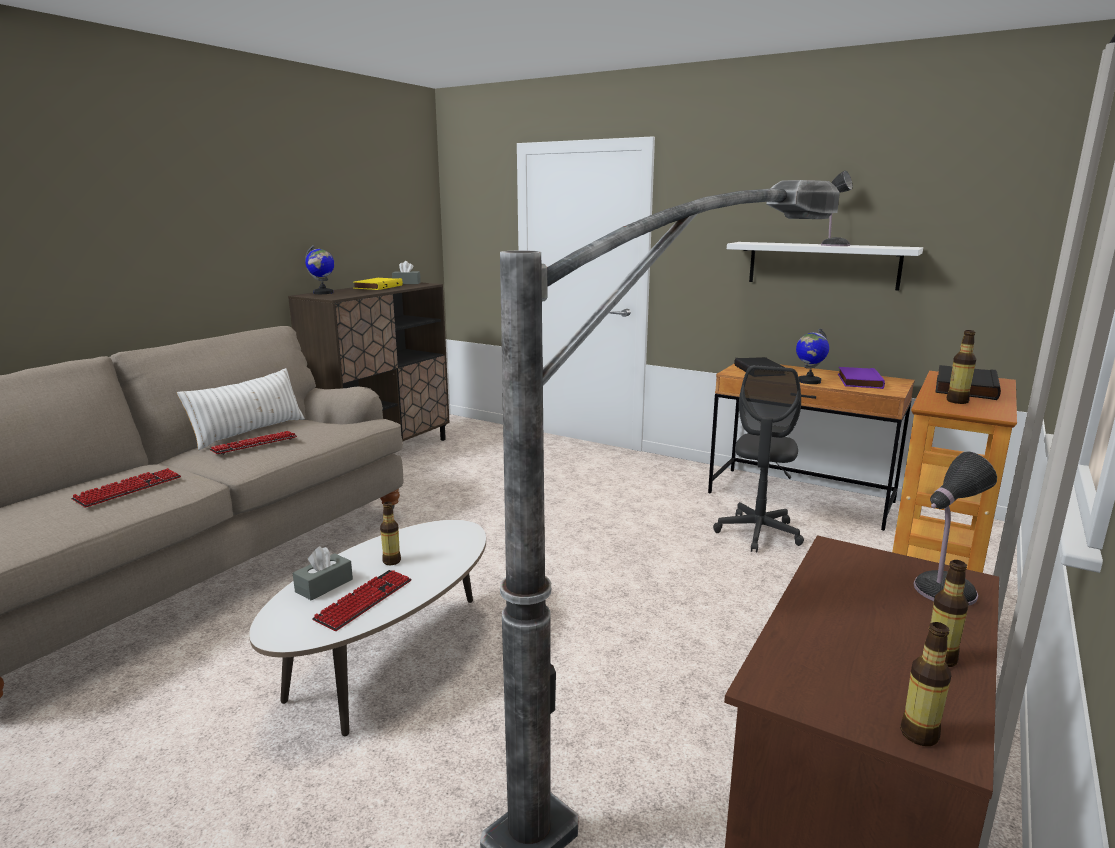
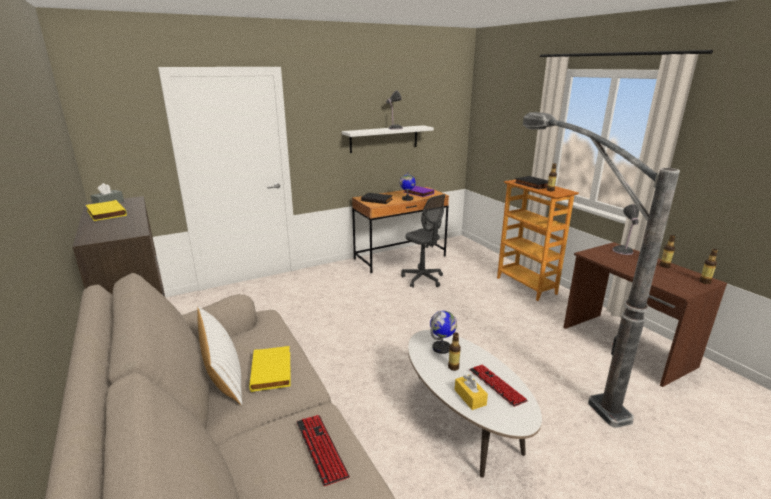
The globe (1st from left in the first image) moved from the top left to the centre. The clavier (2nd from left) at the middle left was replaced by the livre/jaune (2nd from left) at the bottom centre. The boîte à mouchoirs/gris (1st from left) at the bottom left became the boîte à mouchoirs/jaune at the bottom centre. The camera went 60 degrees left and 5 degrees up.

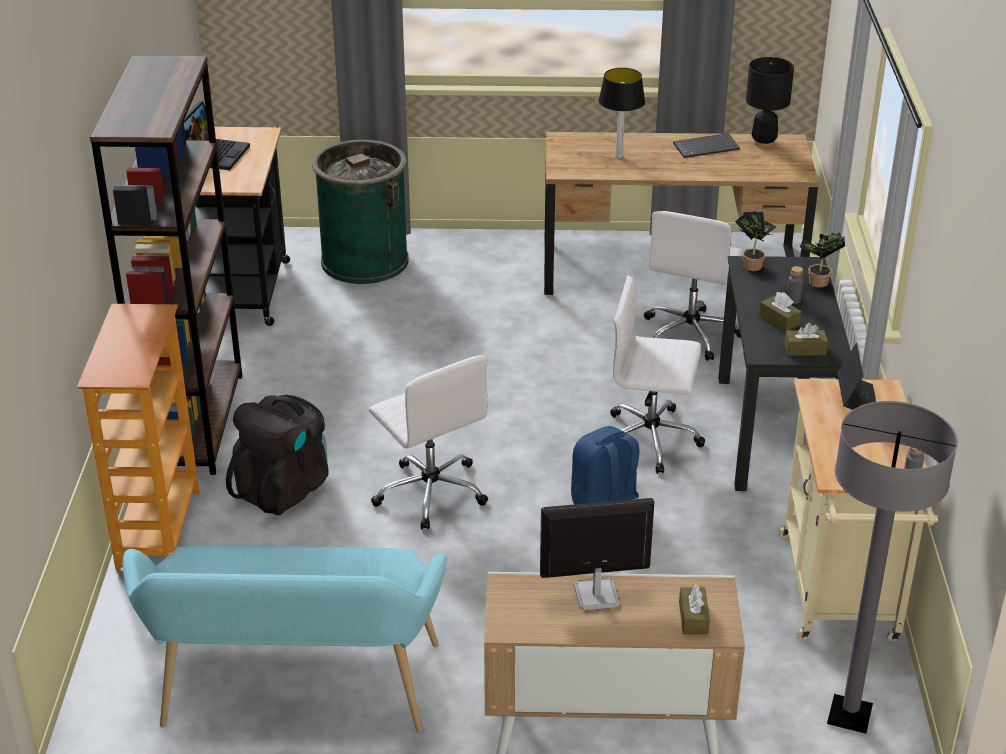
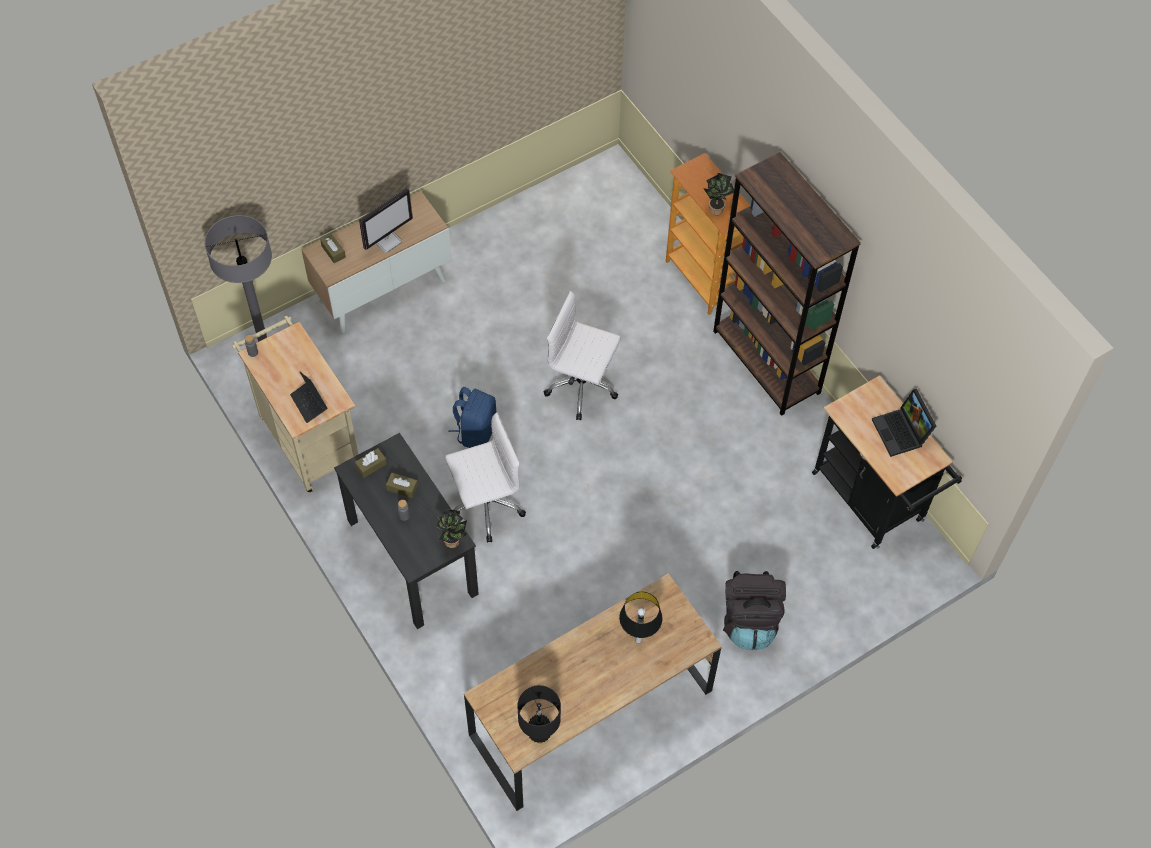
The banc/turquoise at the bottom left disappeared. The poubelle/vert at the top centre disappeared. The chaise de bureau/blanc (3rd from left) at the middle right disappeared. The clavier at the top right disappeared. The sac à dos/noir moved from the middle left to the bottom centre. The plante en pot (2nd from left) moved from the middle right to the top centre. The camera went 145 degrees right and 25 degrees up.

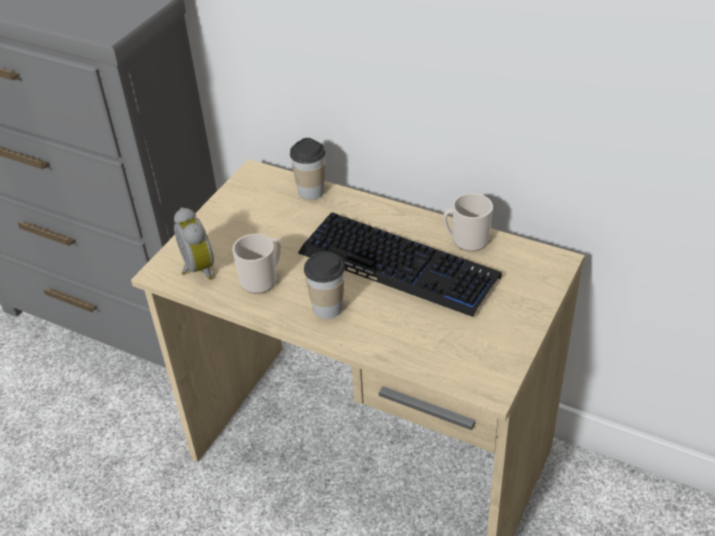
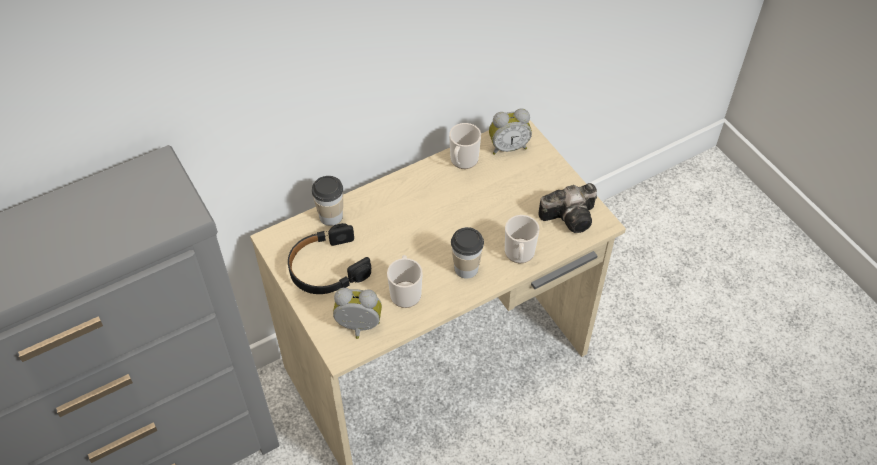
The clavier at the centre disappeared. The casque audio/noir at the centre appeared. The réveil (2nd from left) at the top centre appeared. The mug (3rd from left) at the centre appeared. The appareil photo at the centre appeared. The camera went 60 degrees left and 10 degrees up.

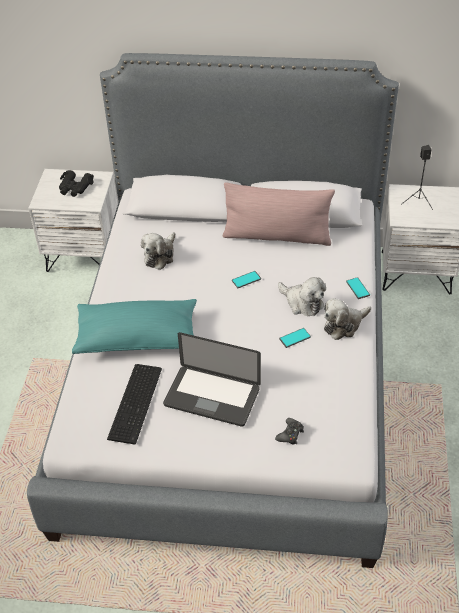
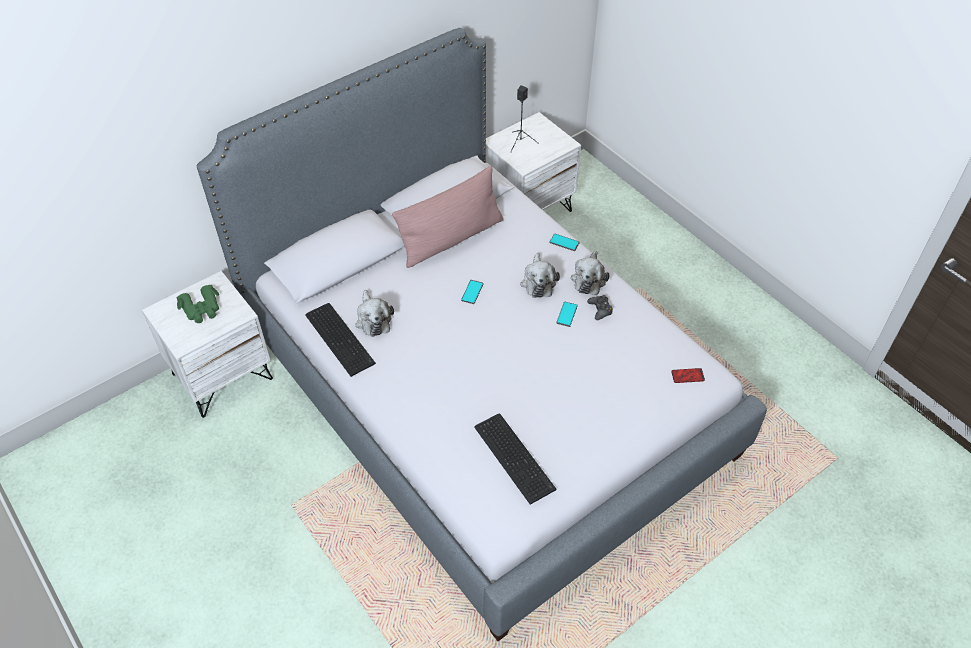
The coussin/turquoise at the middle left disappeared. The ordinateur portable at the centre disappeared. The clavier (1st from left) at the centre appeared. The téléphone (4th from left) at the middle right appeared. The manette/noir moved from the bottom centre to the centre. The jumelles/noir at the top left became the jumelles/vert at the middle left. The peluche (2nd from left) at the centre turned 90 degrees clockwise. The camera went 45 degrees left and 5 degrees up.

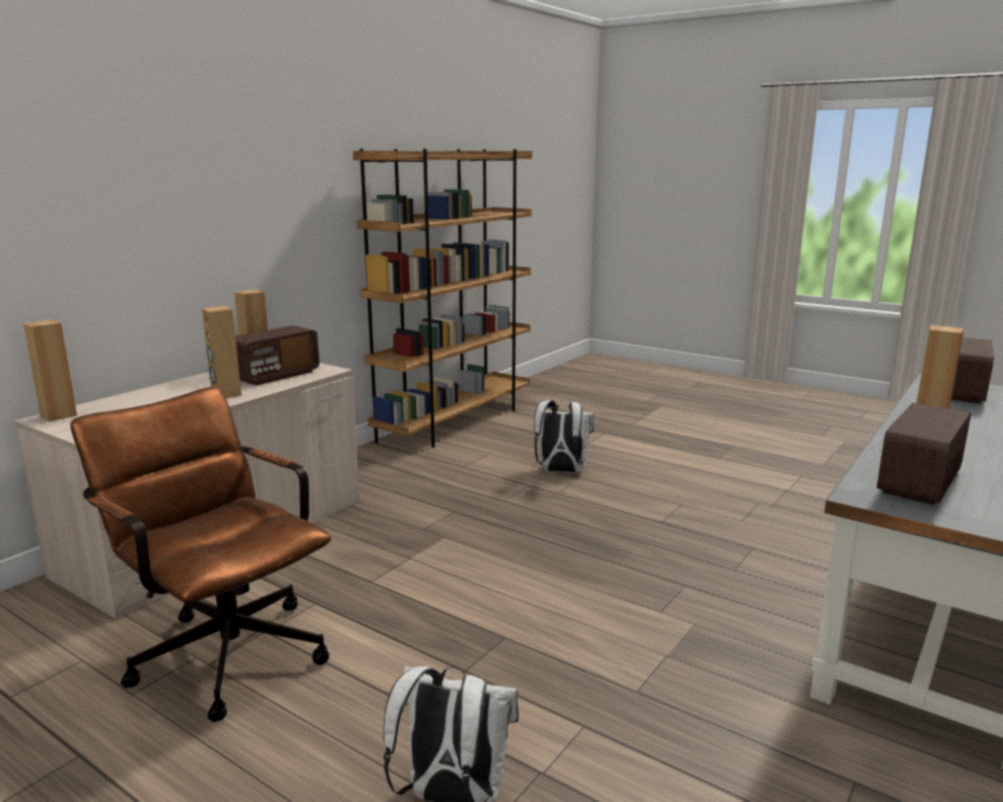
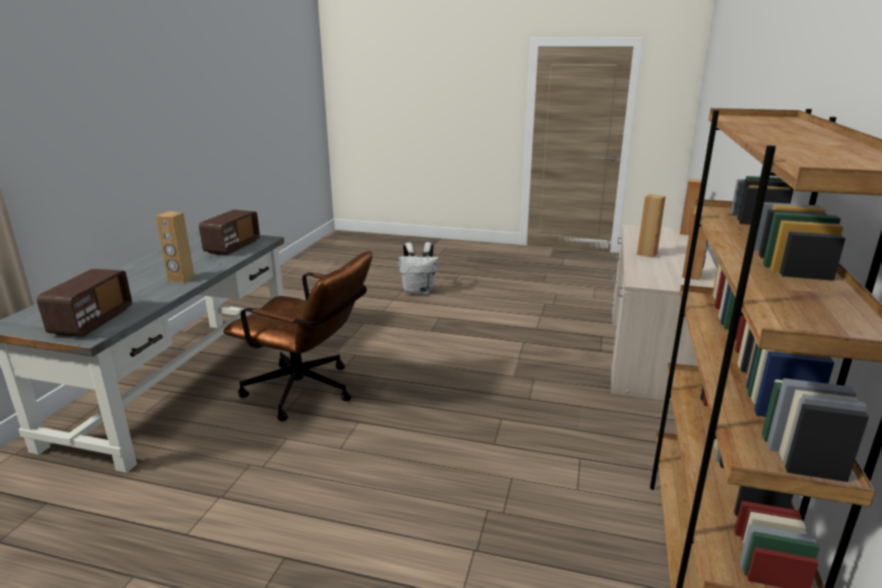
The radio (1st from left) at the middle left disappeared. The sac à dos/blanc (2nd from left) at the centre disappeared. The chaise de bureau/marron moved from the bottom left to the centre. The camera went 160 degrees right and 5 degrees up.

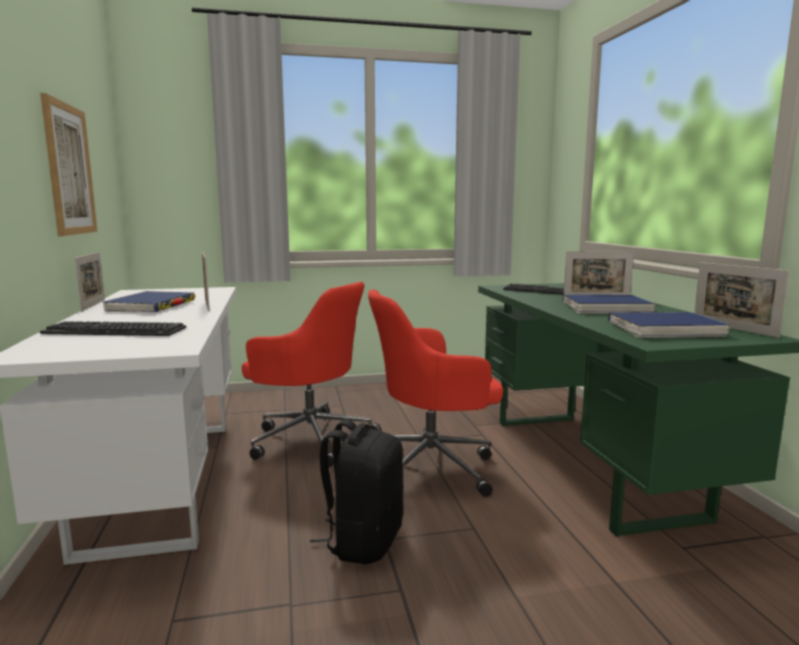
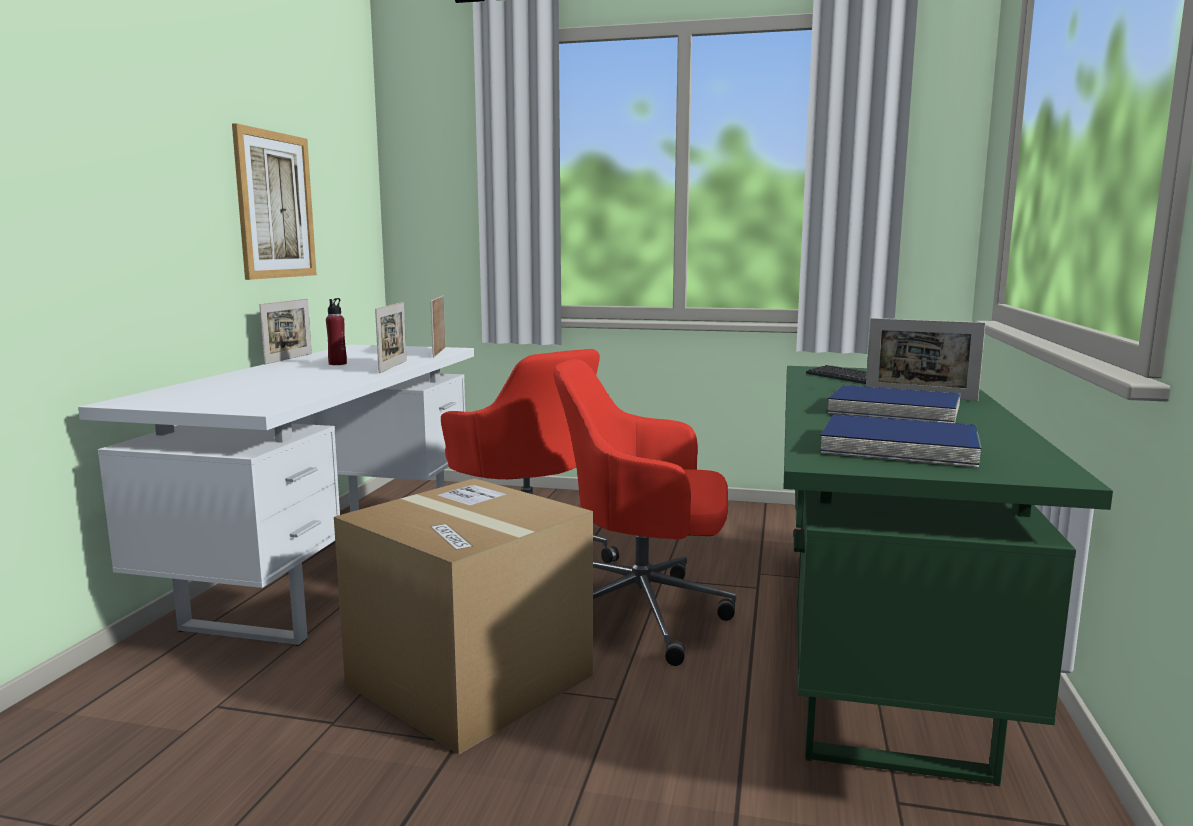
The clavier (1st from left) at the middle left disappeared. The cadre photo (4th from left in the first image) moved from the middle right to the centre. The livre/bleu (1st from left) at the middle left was replaced by the bouteille/rouge at the middle left. The sac à dos/noir at the bottom centre was replaced by the carton at the bottom centre. The camera went 25 degrees right and 0 degrees up.

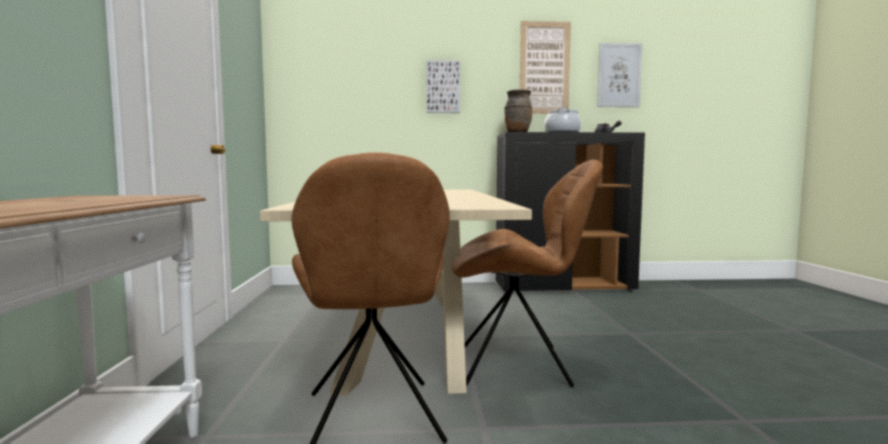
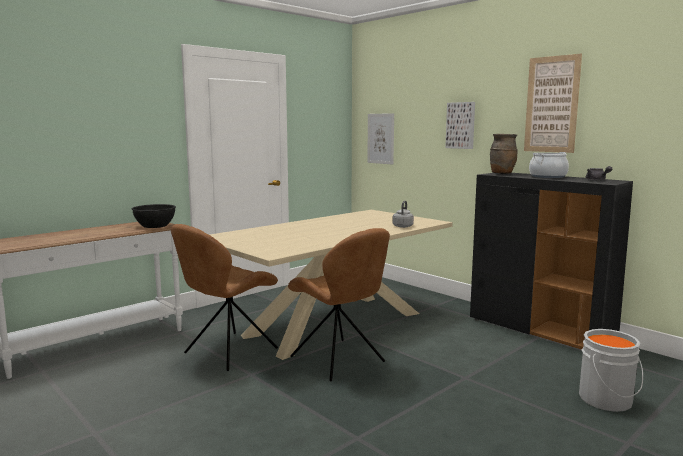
The bol/noir at the middle left appeared. The bouilloire/gris at the centre appeared. The seau/gris at the bottom right appeared. The tableau (3rd from left in the first image) moved from the top right to the top centre. The camera went 50 degrees right and 5 degrees up.

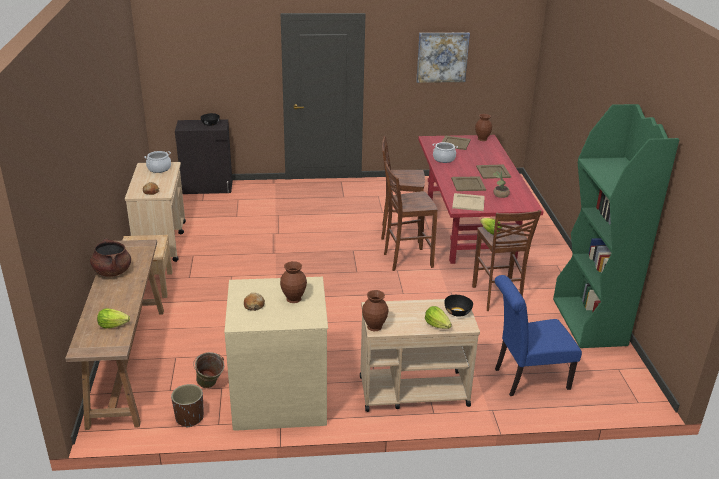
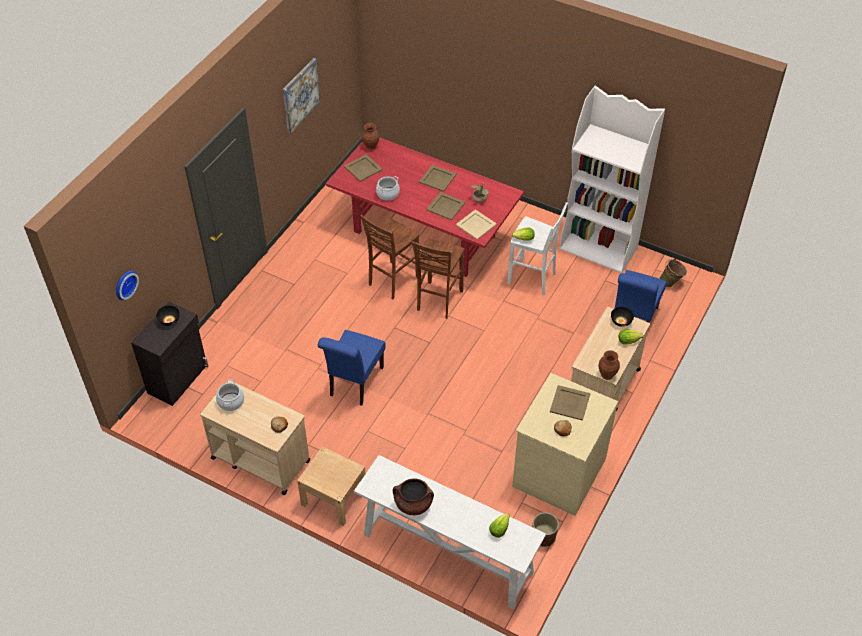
The horloge murale at the middle left appeared. The chaise/bleu (1st from left) at the centre appeared. The seau/vert moved from the bottom left to the middle right. The vase/marron (1st from left) at the centre was replaced by the plateau/beige (5th from left) at the centre. The table console/marron at the bottom left became the table console/blanc at the bottom centre. The tabouret/marron (3rd from left) at the middle right became the tabouret/blanc at the centre. The bibliothèque/vert at the middle right became the bibliothèque/blanc at the top right. The camera went 55 degrees left and 20 degrees up.

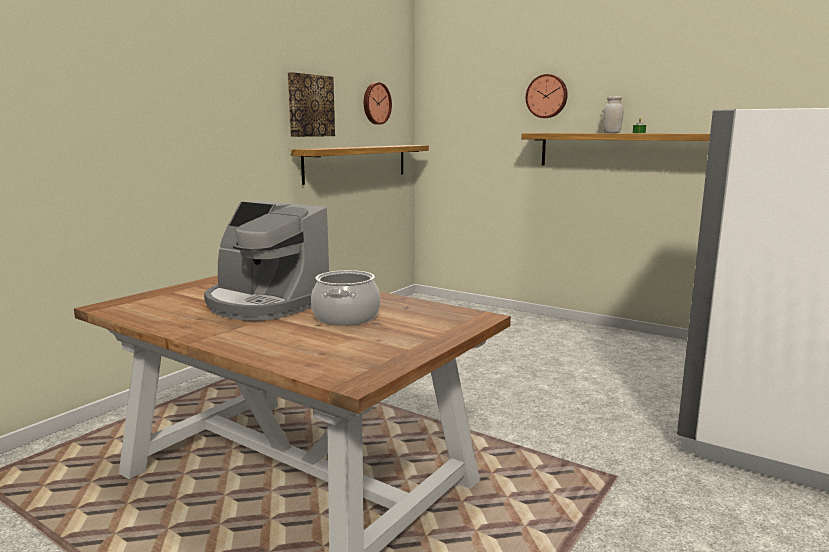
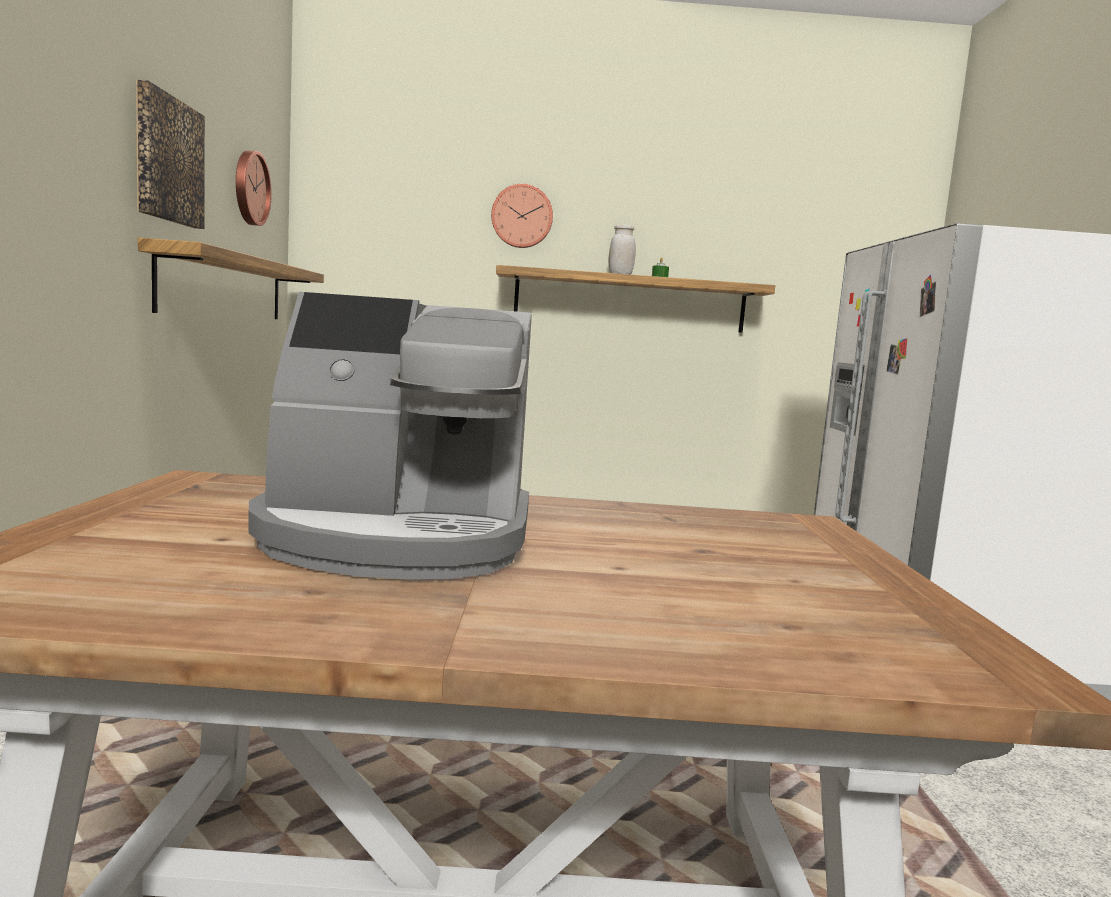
The marmite at the centre disappeared. The camera went 35 degrees left and 5 degrees down.

